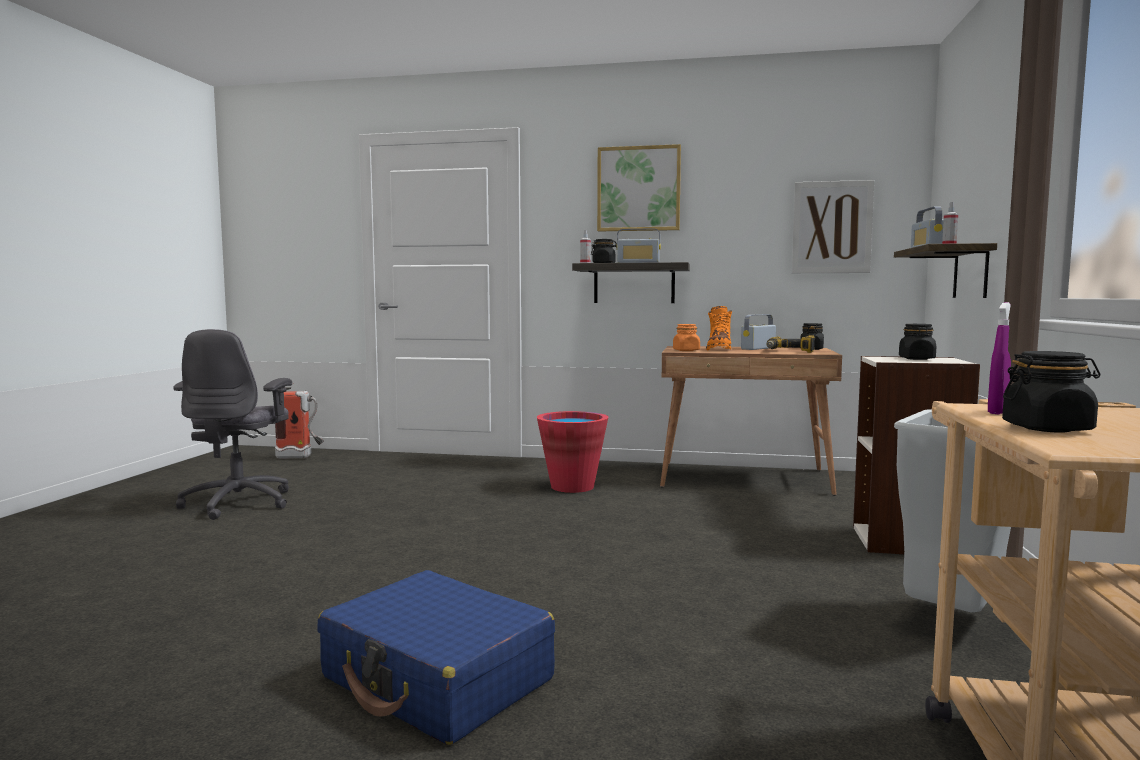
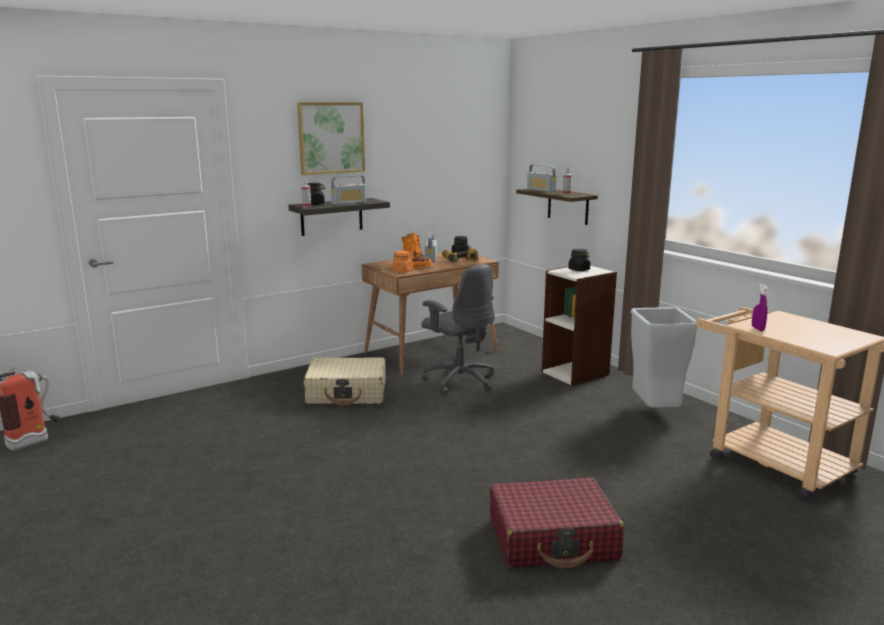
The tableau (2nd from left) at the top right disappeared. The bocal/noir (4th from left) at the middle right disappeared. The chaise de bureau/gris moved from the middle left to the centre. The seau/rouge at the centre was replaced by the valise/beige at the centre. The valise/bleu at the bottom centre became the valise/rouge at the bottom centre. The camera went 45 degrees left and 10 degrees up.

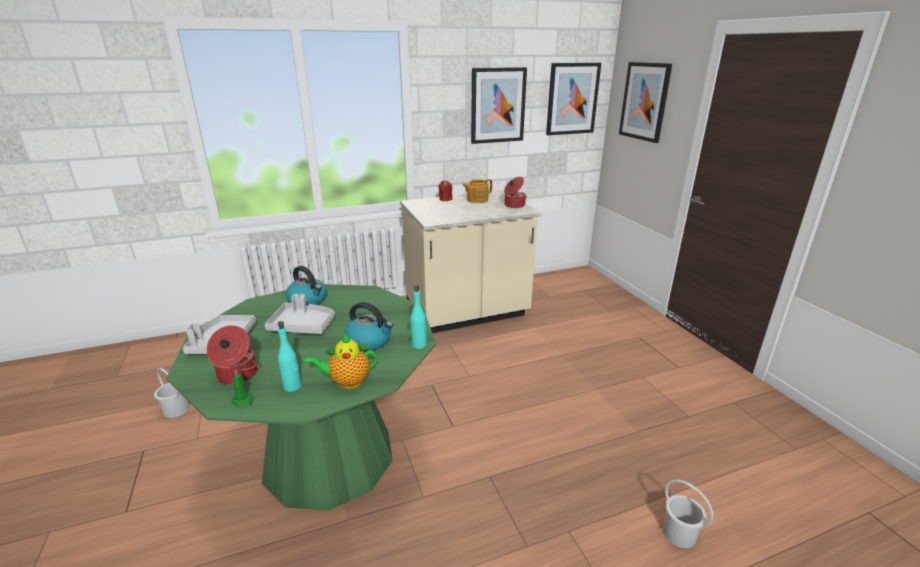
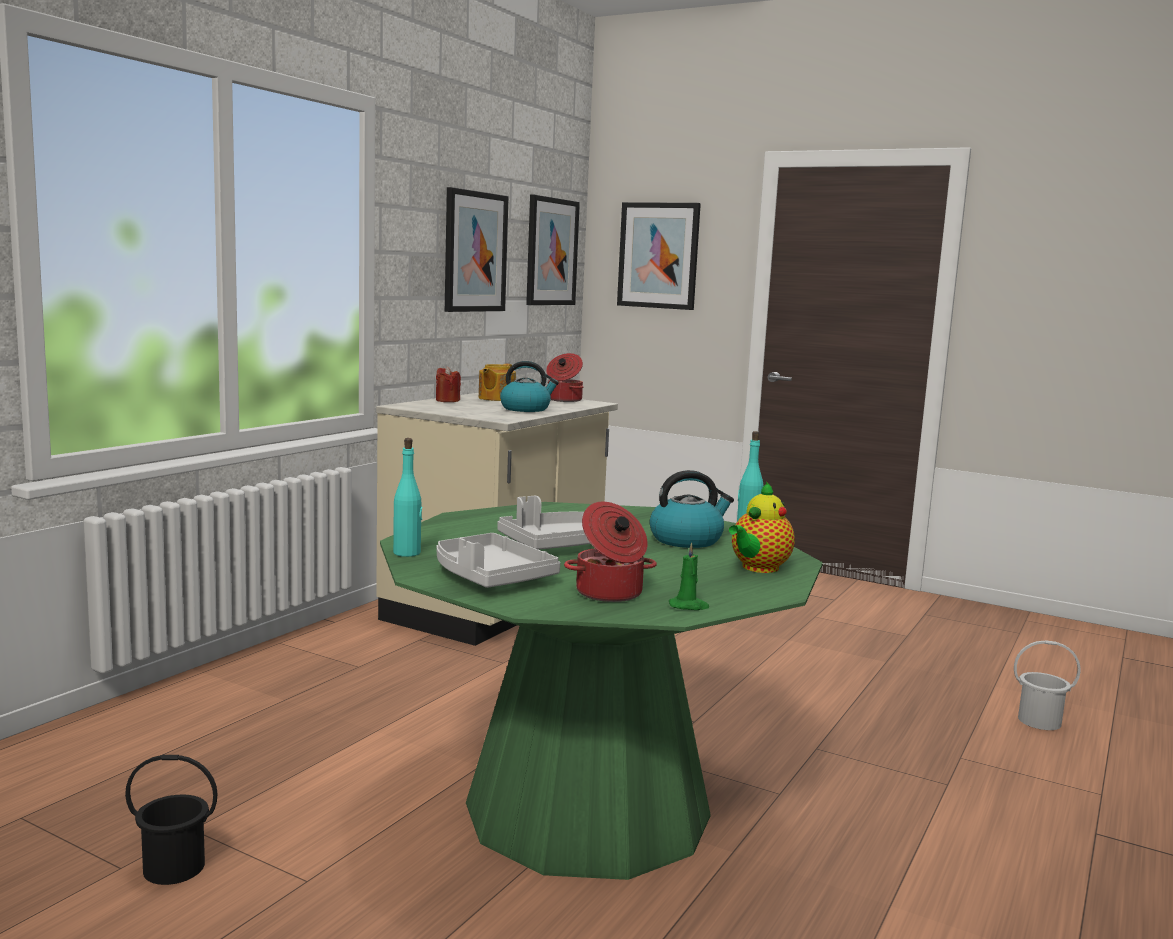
The bouteille/turquoise (1st from left) moved from the middle left to the centre. The bouilloire (1st from left) moved from the middle left to the centre. The seau/blanc (1st from left) at the bottom left became the seau/noir at the bottom left. The camera went 40 degrees left and 15 degrees down.

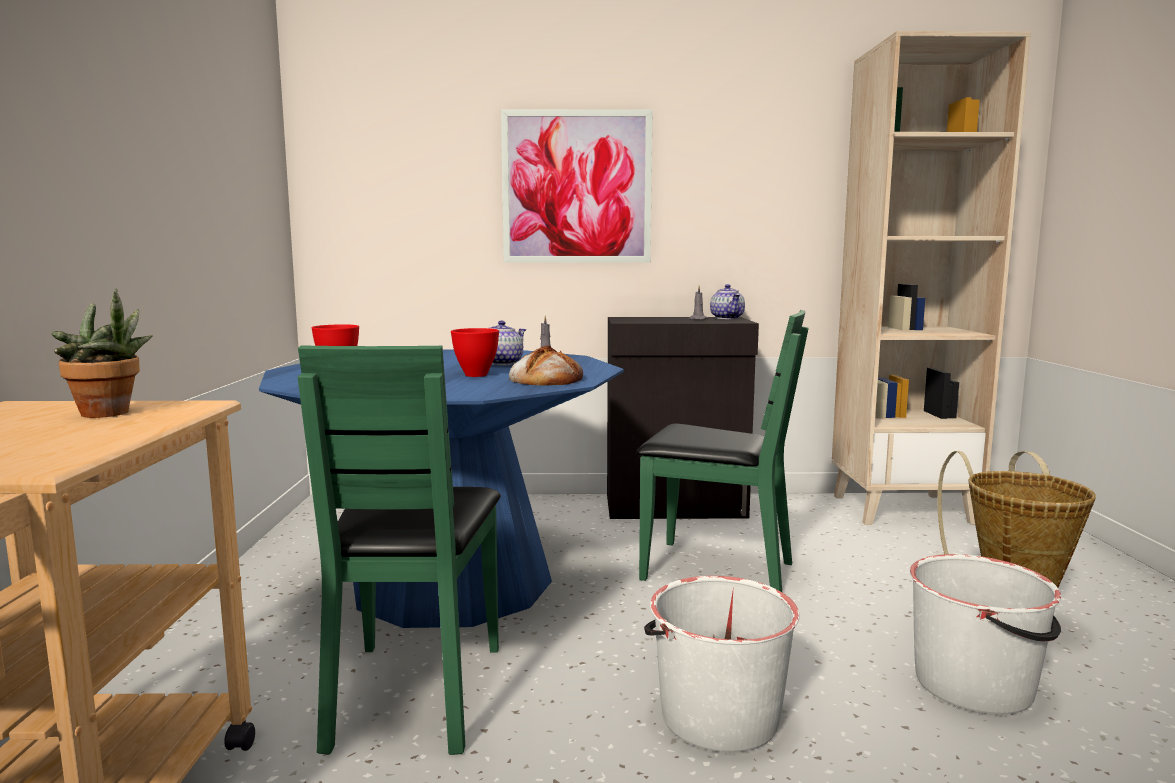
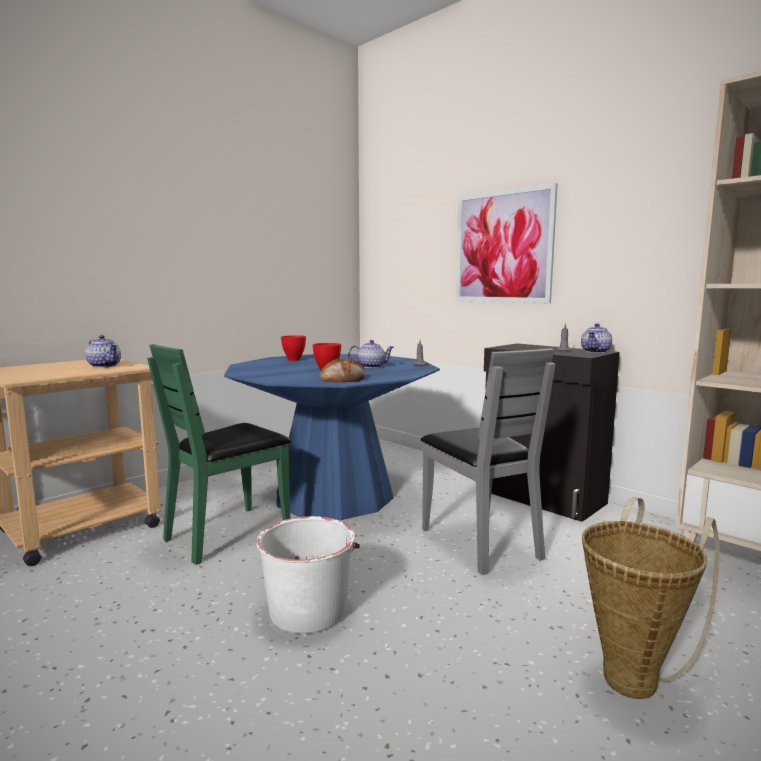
The seau/blanc (2nd from left) at the bottom right disappeared. The plante en pot at the middle left was replaced by the théière (1st from left) at the middle left. The chaise/vert (2nd from left) at the centre became the chaise/gris at the centre. The camera went 45 degrees right and 0 degrees up.

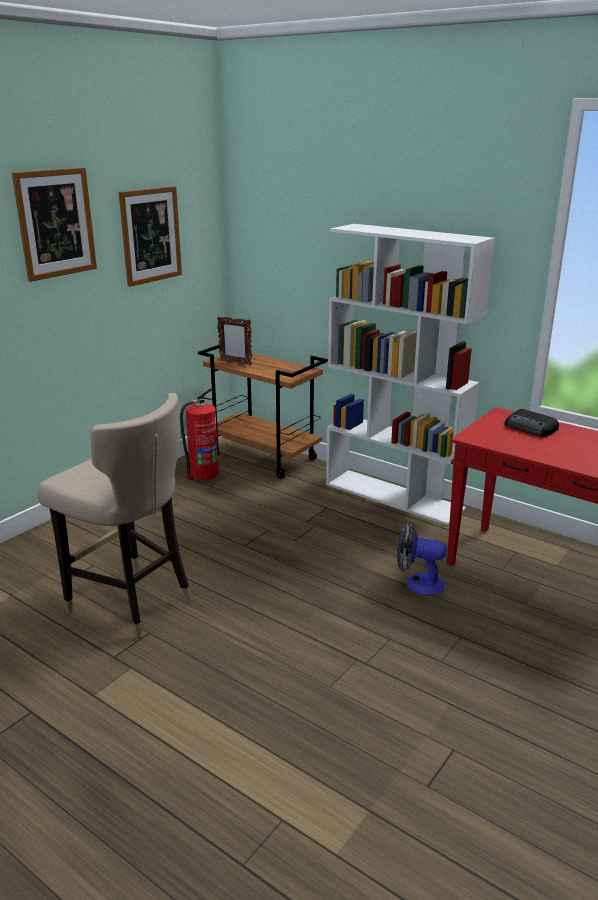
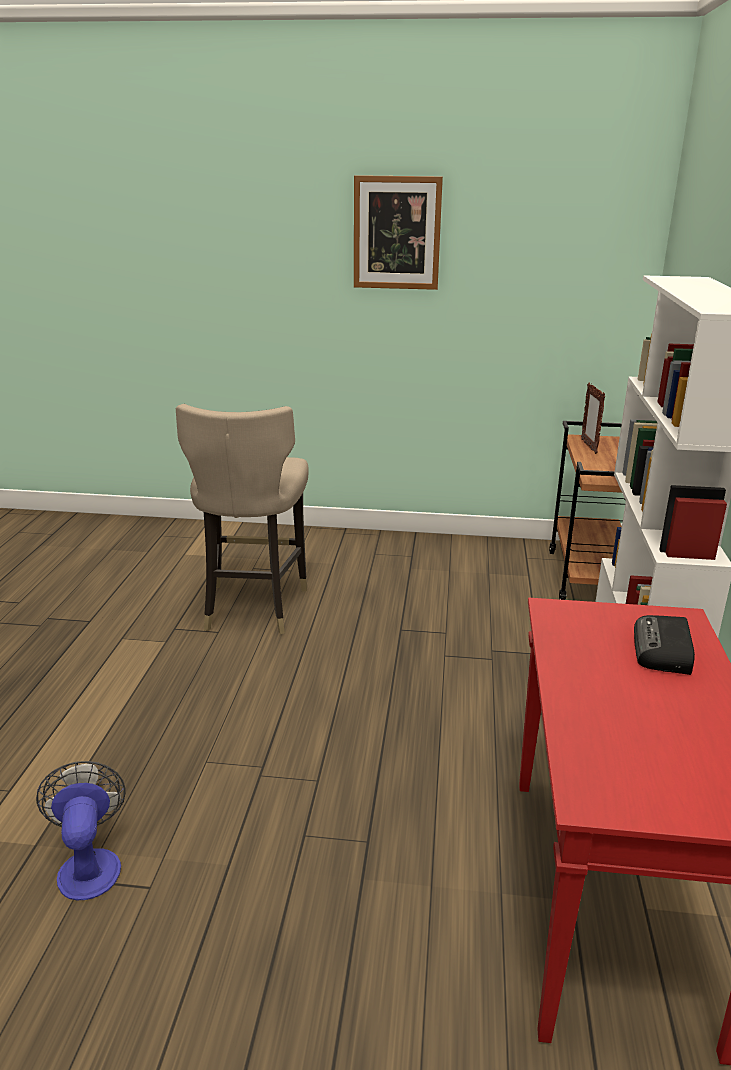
The tableau (2nd from left) at the top left disappeared. The extincteur at the middle left disappeared. The ventilateur moved from the middle right to the bottom left. The camera went 60 degrees right and 0 degrees up.

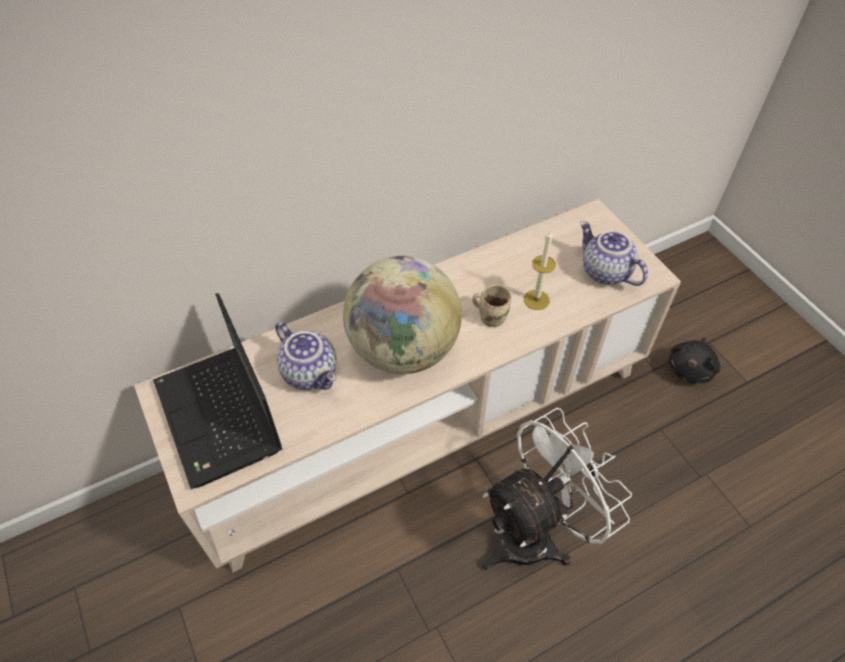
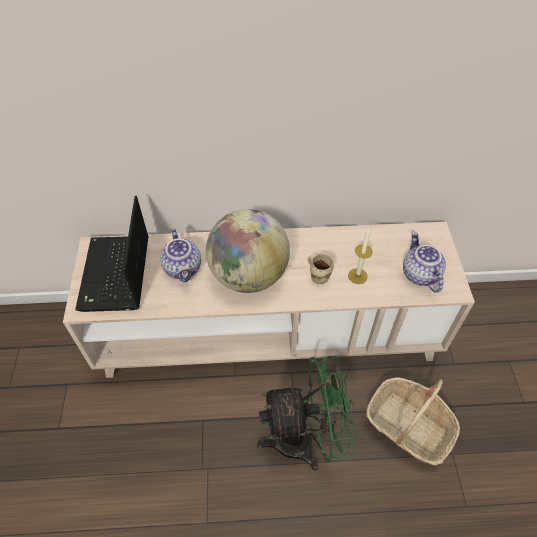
The peluche/noir at the middle right disappeared. The panier at the bottom right appeared. The ventilateur/blanc at the bottom centre became the ventilateur/vert at the bottom centre. The camera went 25 degrees right and 0 degrees up.

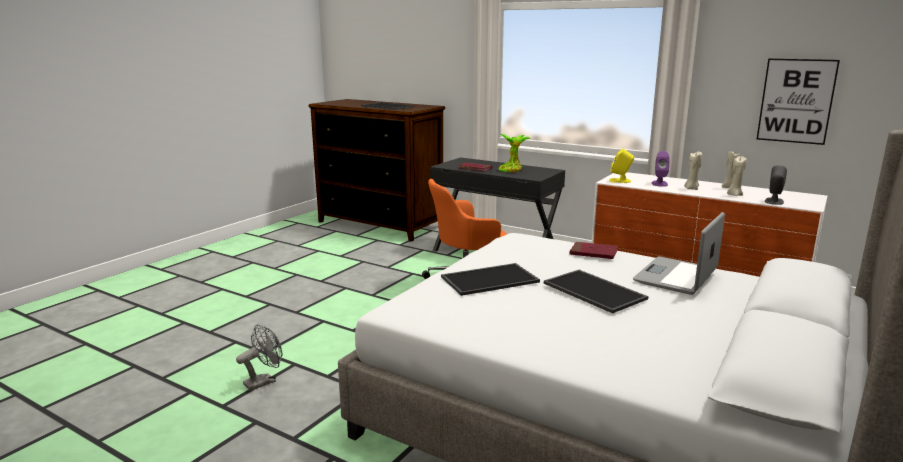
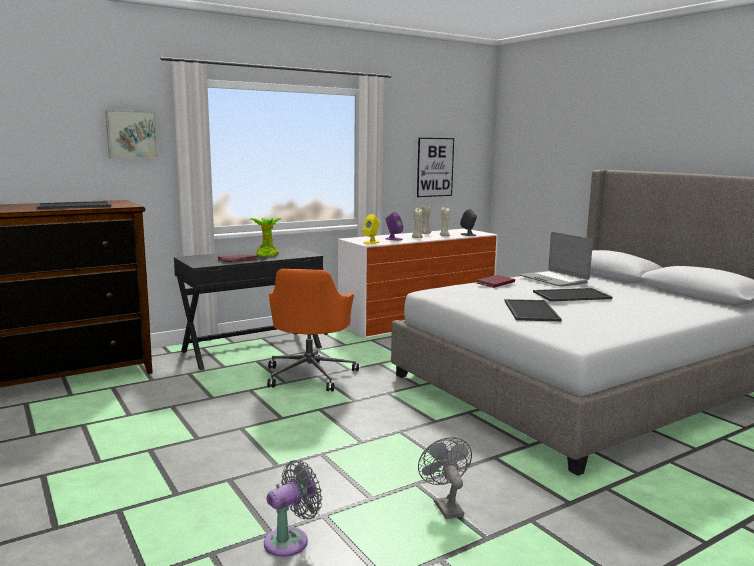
The tableau (1st from left) at the top left appeared. The ventilateur/gris (1st from left) at the bottom centre appeared. The camera went 65 degrees left and 5 degrees down.

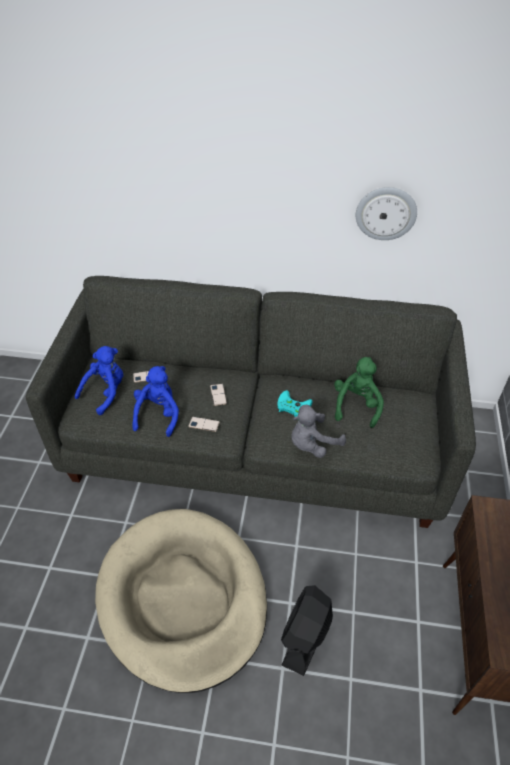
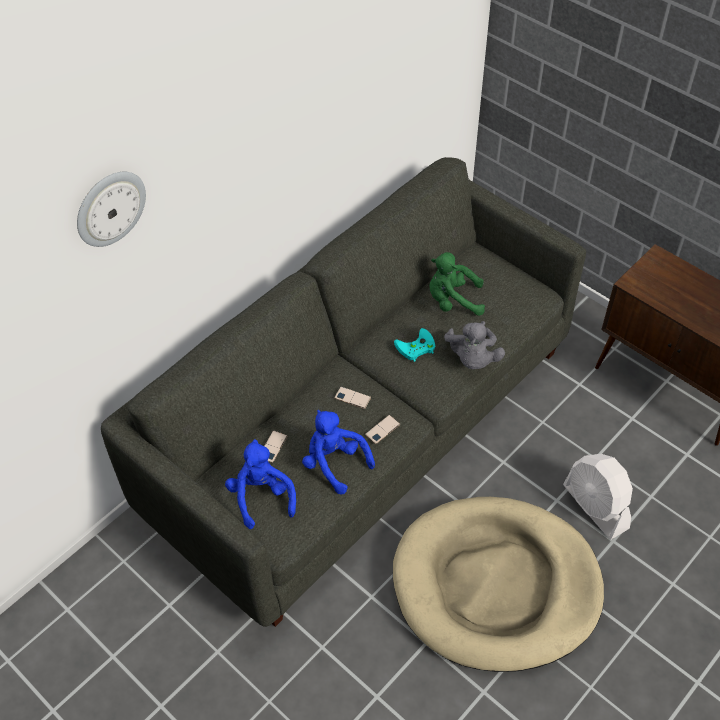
The horloge murale moved from the top right to the top left. The ventilateur/noir at the bottom centre became the ventilateur/blanc at the bottom right. The peluche/vert at the middle right turned 45 degrees counterclockwise. The camera went 55 degrees left and 5 degrees up.

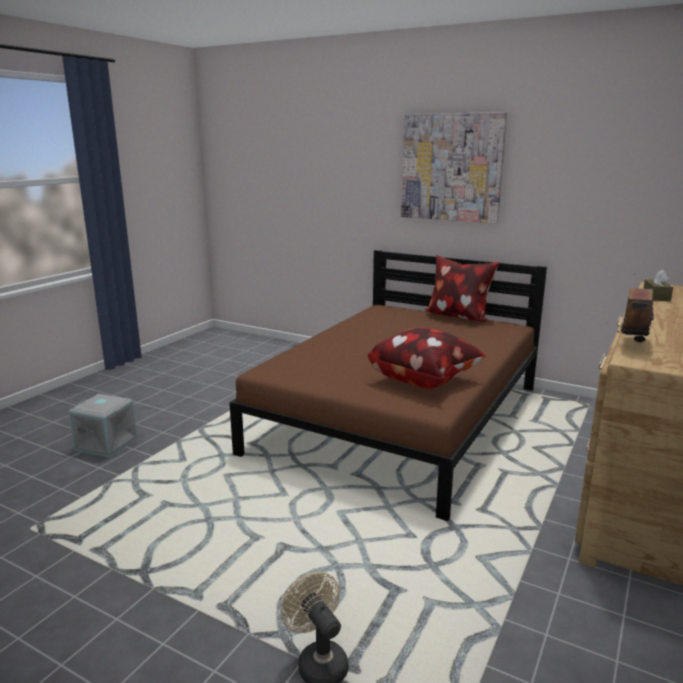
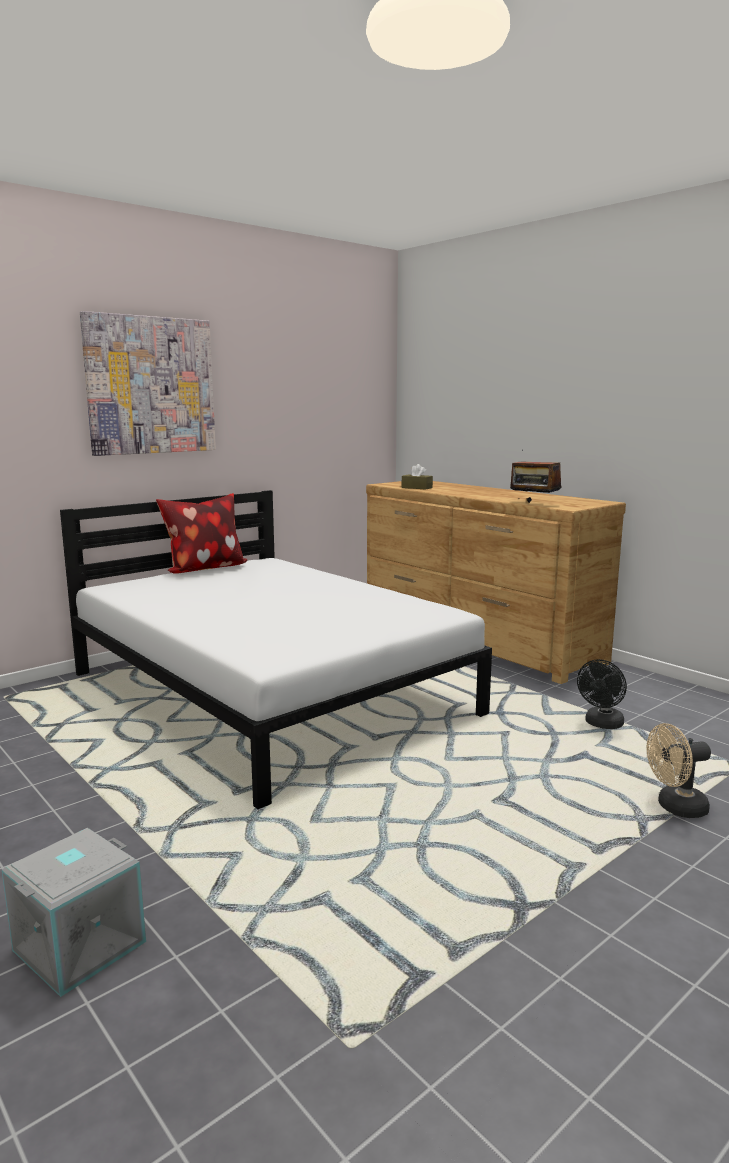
The coussin (1st from left) at the centre disappeared. The ventilateur/noir at the middle right appeared. The lit/marron at the centre became the lit/blanc at the centre. The camera went 70 degrees left and 5 degrees down.

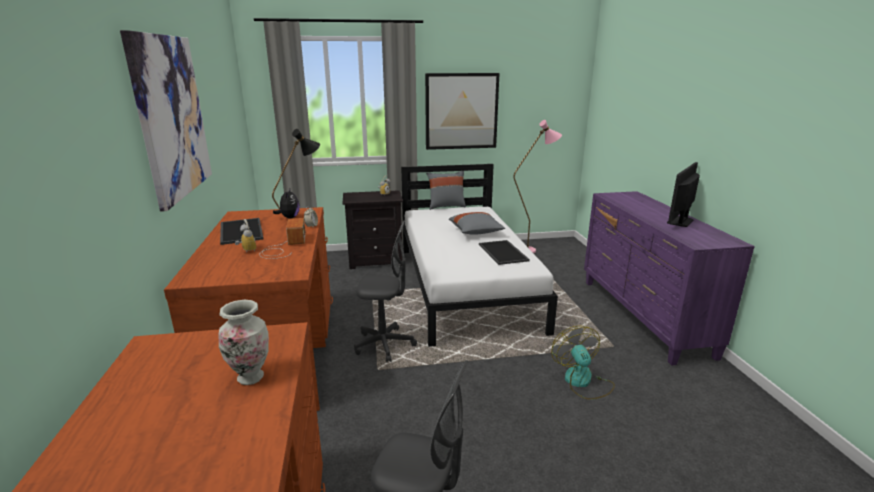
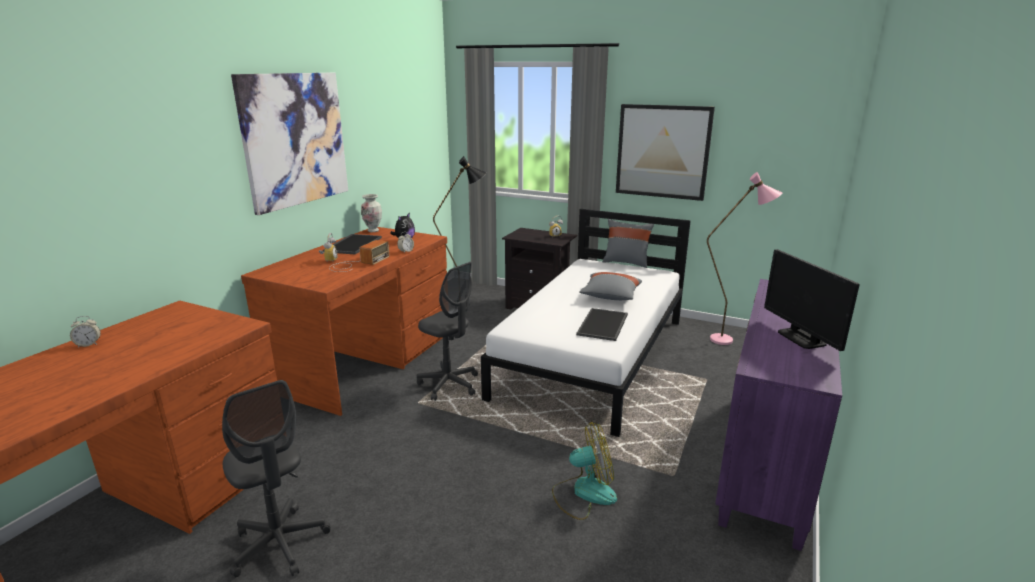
The réveil (1st from left) at the middle left appeared. The vase moved from the bottom left to the centre. The ventilateur at the bottom right turned 60 degrees clockwise. The écran d'ordinateur at the middle right turned 90 degrees counterclockwise. The camera went 35 degrees right and 0 degrees up.

